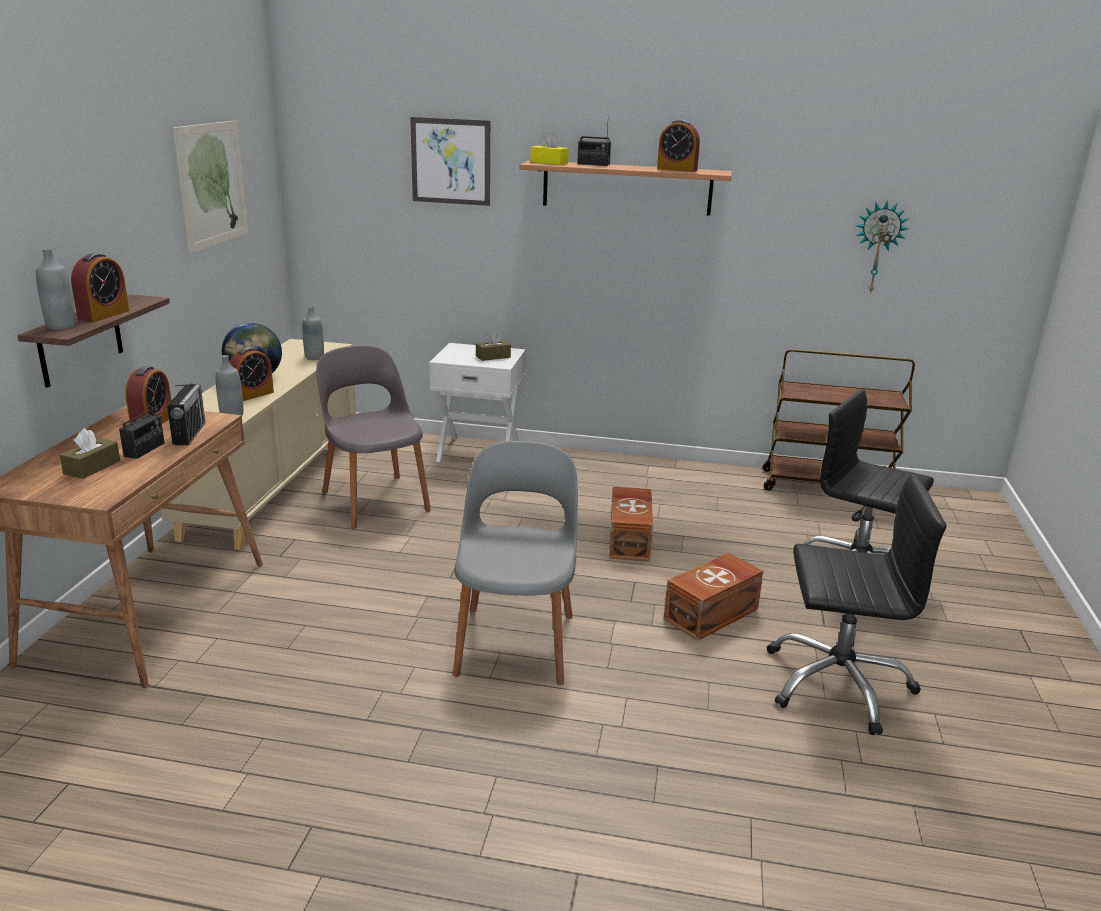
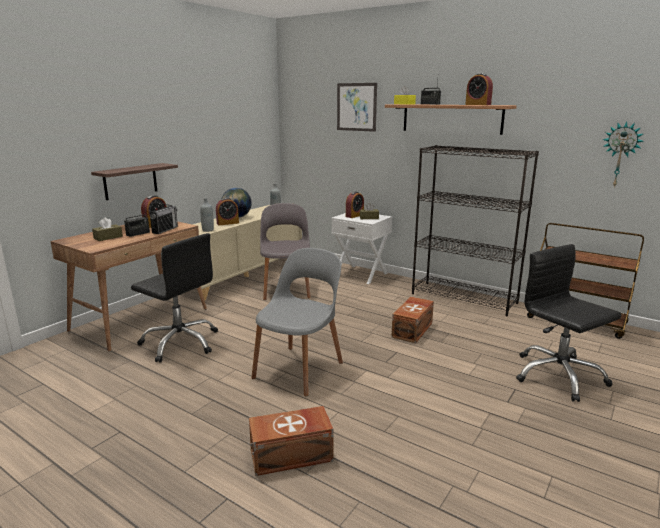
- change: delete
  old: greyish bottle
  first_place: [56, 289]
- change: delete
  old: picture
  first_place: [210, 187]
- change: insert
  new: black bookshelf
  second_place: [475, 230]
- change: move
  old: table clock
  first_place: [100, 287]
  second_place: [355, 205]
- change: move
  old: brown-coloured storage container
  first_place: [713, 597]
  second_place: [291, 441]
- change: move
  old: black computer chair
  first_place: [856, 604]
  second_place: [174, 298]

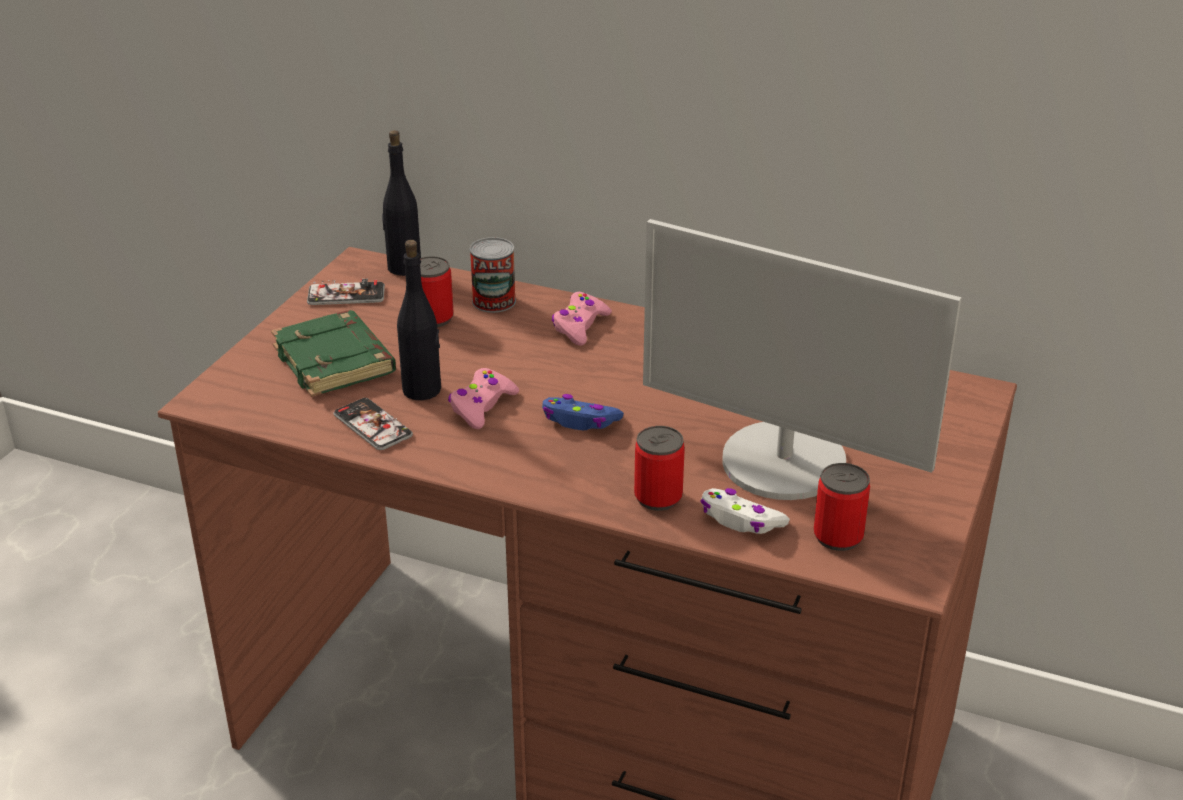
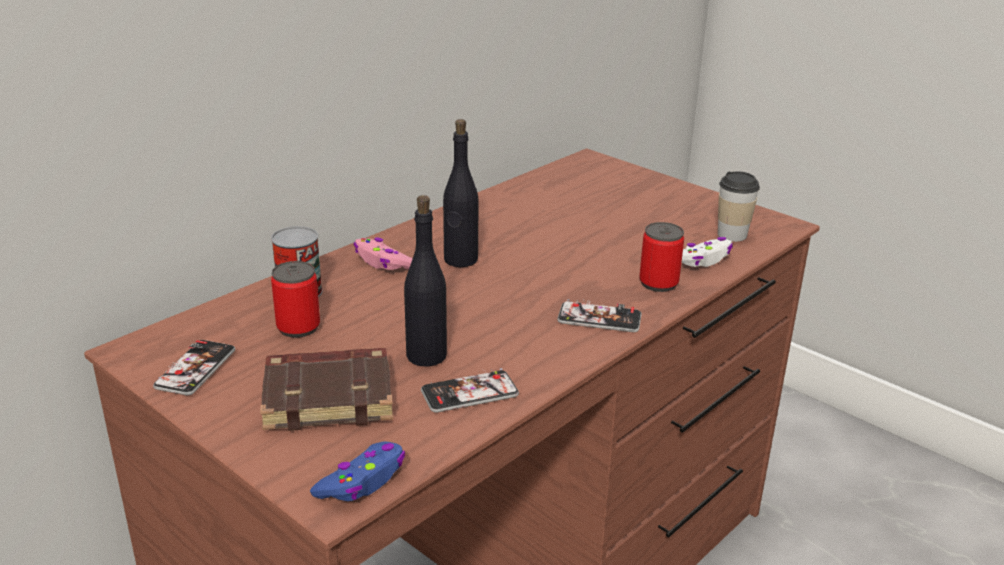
- change: delete
  old: pink-coloured gamepad
  first_place: [483, 398]
- change: delete
  old: computer display
  first_place: [802, 359]
- change: insert
  new: phone
  second_place: [599, 315]
- change: move
  old: black bottle
  first_place: [401, 203]
  second_place: [461, 193]
- change: move
  old: blue gamepad
  first_place: [583, 412]
  second_place: [357, 471]
- change: replace
  old: can
  new: small cup
  first_place: [842, 507]
  second_place: [739, 206]
- change: recolor
  old: green book
  new: brown-coloured book
  first_place: [333, 353]
  second_place: [326, 389]

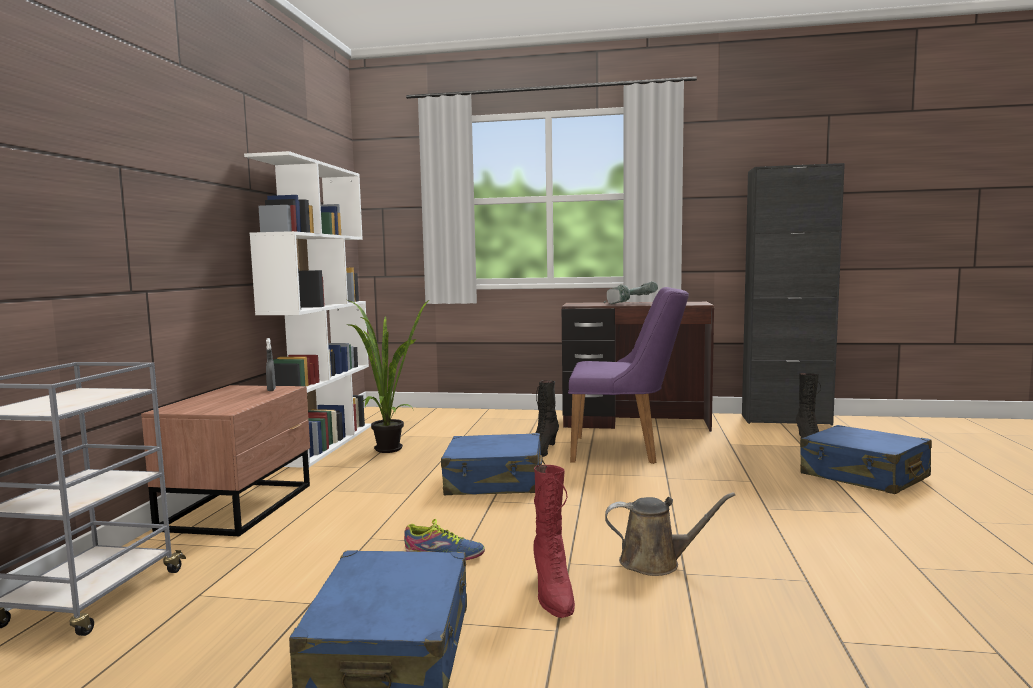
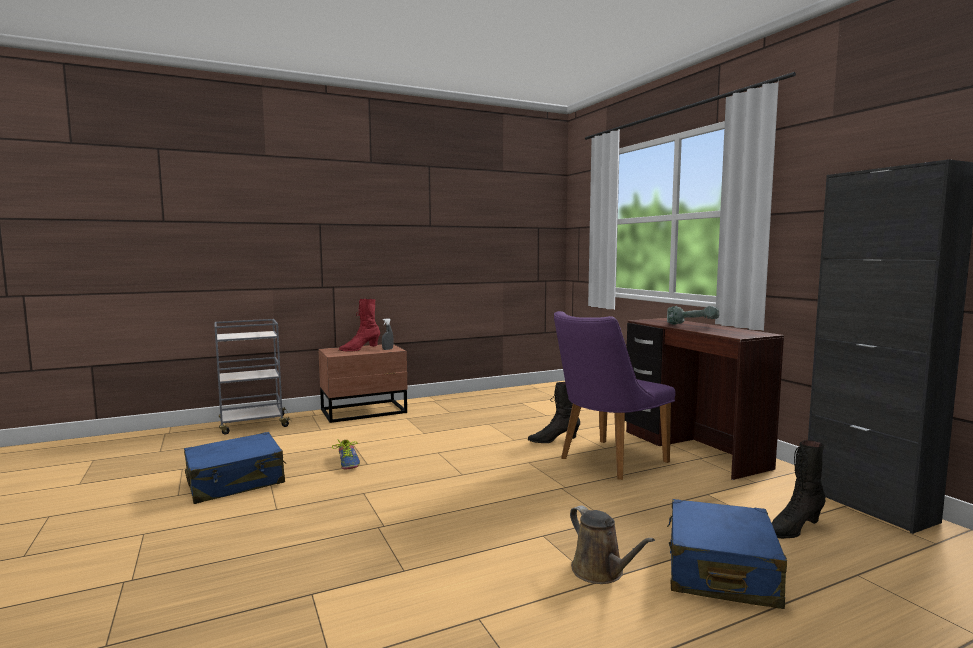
- change: delete
  old: white bookshelf
  first_place: [307, 309]
- change: delete
  old: houseplant
  first_place: [388, 376]
- change: delete
  old: blue travel case
  first_place: [493, 464]
- change: move
  old: red boot
  first_place: [554, 541]
  second_place: [359, 325]
- change: move
  old: brown-coloured sprinkling can
  first_place: [670, 534]
  second_place: [612, 544]
- change: rotate
  old: purple-coloured upright chair
  first_place: [628, 375]
  second_place: [615, 395]
  degrees: 75

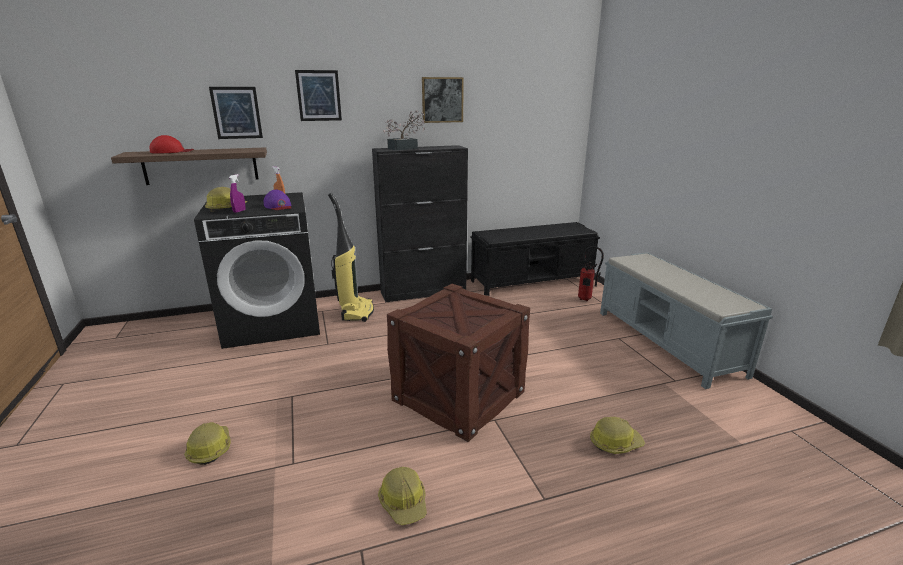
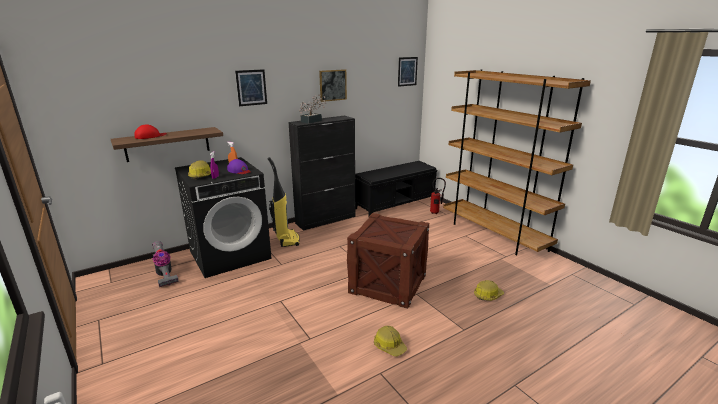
- change: delete
  old: work helmet
  first_place: [207, 443]
- change: insert
  new: vacuum cleaner
  second_place: [165, 264]
- change: move
  old: picture
  first_place: [236, 113]
  second_place: [408, 72]
- change: replace
  old: greyish long seat
  new: brown-coloured bookshelf
  first_place: [686, 320]
  second_place: [517, 162]

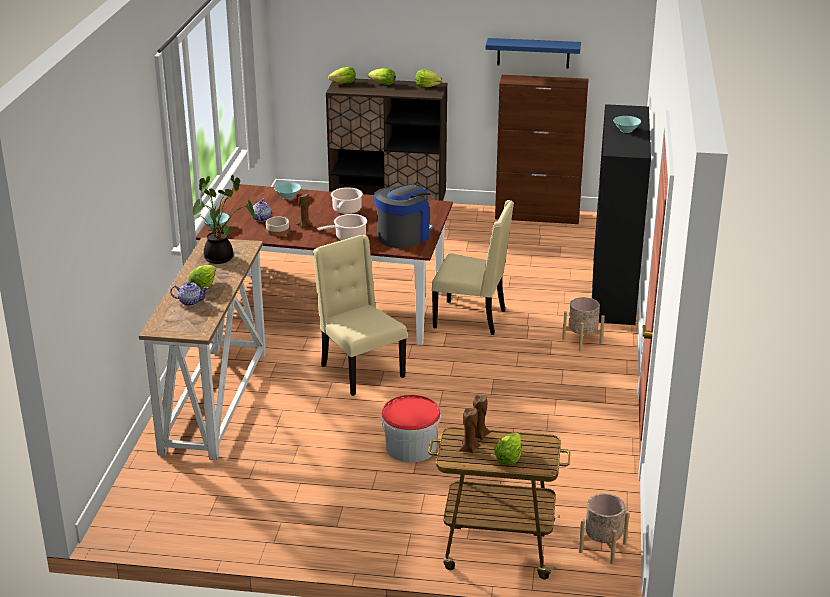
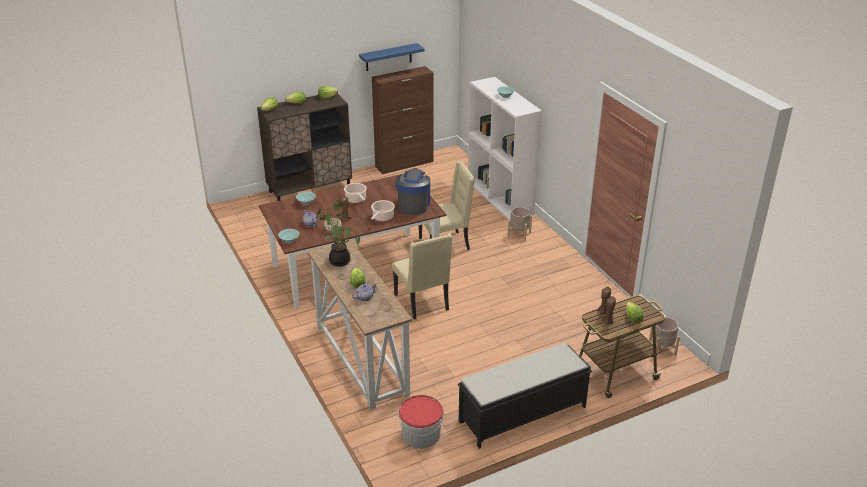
- change: insert
  new: black long seat
  second_place: [525, 396]
- change: move
  old: bucket
  first_place: [411, 429]
  second_place: [421, 421]
- change: recolor
  old: black bookshelf
  new: white bookshelf
  first_place: [621, 214]
  second_place: [505, 149]
- change: rotate
  old: beige-coloured upright chair
  first_place: [360, 315]
  second_place: [422, 276]
  degrees: -135

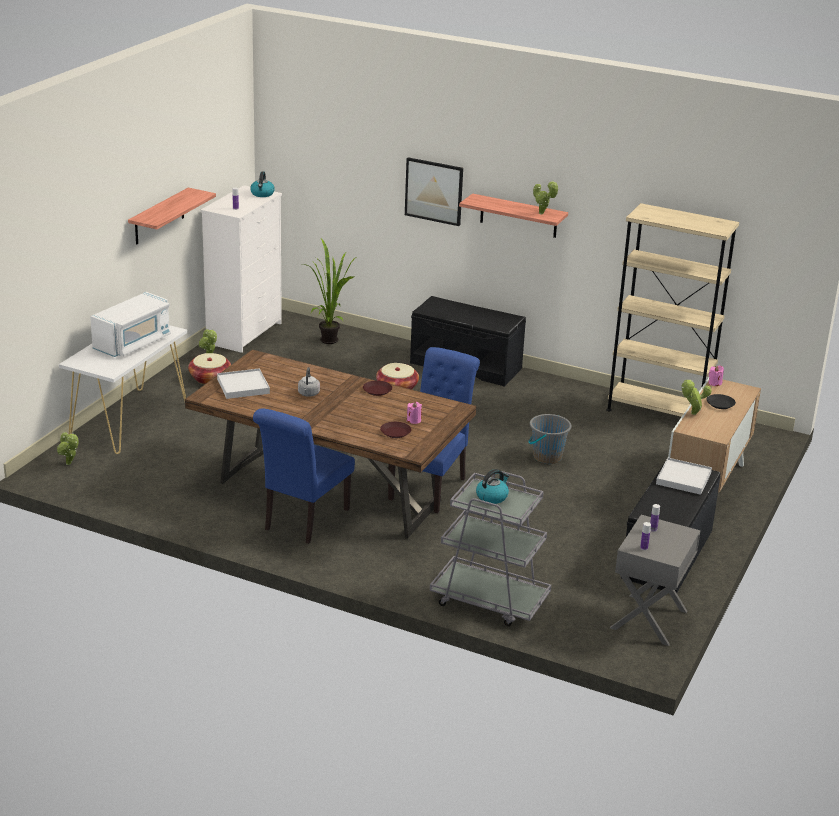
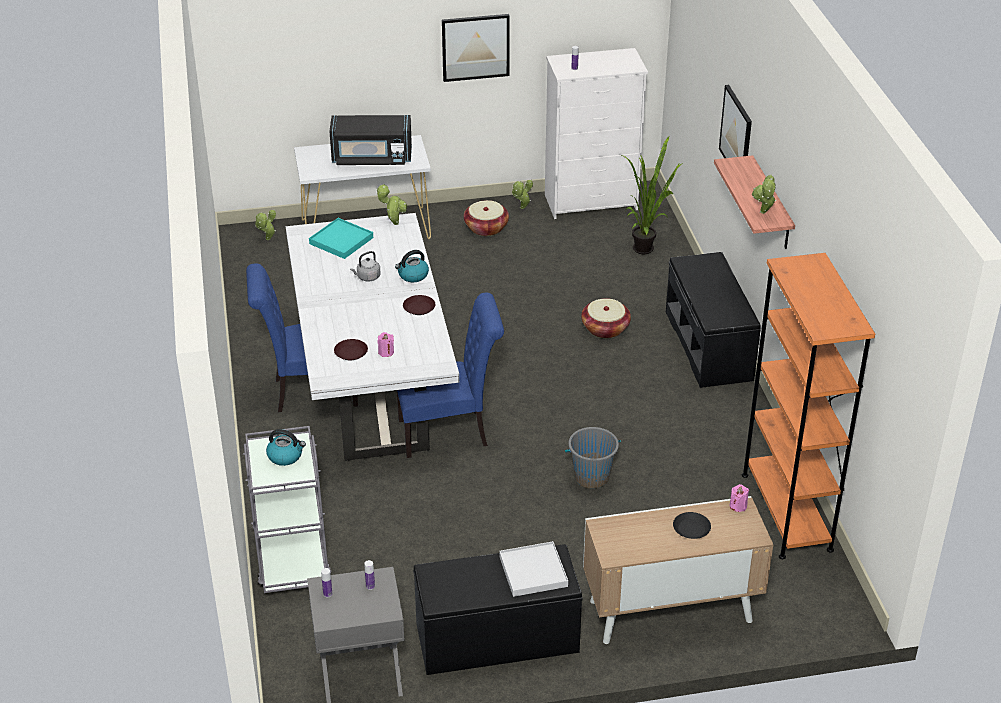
- change: move
  old: water kettle
  first_place: [262, 184]
  second_place: [412, 266]
- change: move
  old: houseplant
  first_place: [697, 397]
  second_place: [391, 204]
- change: replace
  old: wall shelf
  new: picture
  first_place: [172, 216]
  second_place: [476, 48]
- change: recolor
  old: white microwave oven
  new: black microwave oven
  first_place: [130, 324]
  second_place: [370, 140]
- change: recolor
  old: brown-coloured dining table
  new: white dining table
  first_place: [331, 443]
  second_place: [372, 337]
- change: recolor
  old: white serving tray
  new: turquoise serving tray
  first_place: [243, 383]
  second_place: [341, 238]
- change: recolor
  old: beige-coloured bookshelf
  new: orange bookshelf
  first_place: [672, 310]
  second_place: [808, 406]

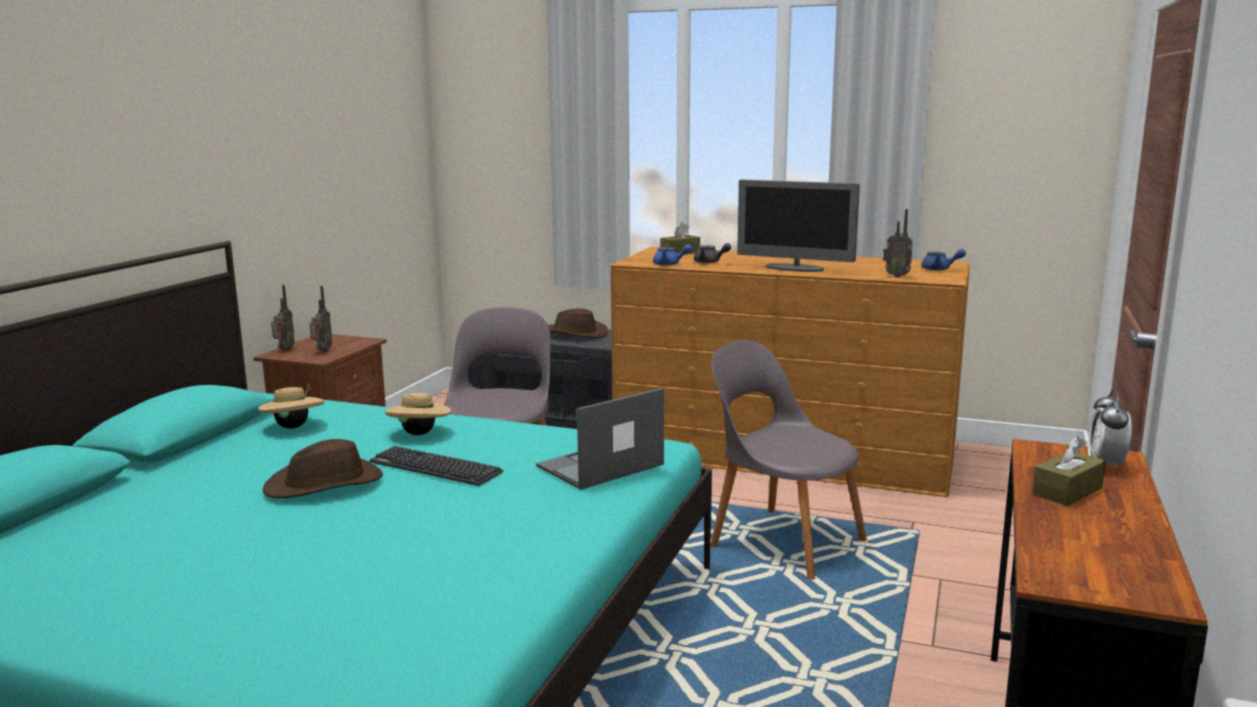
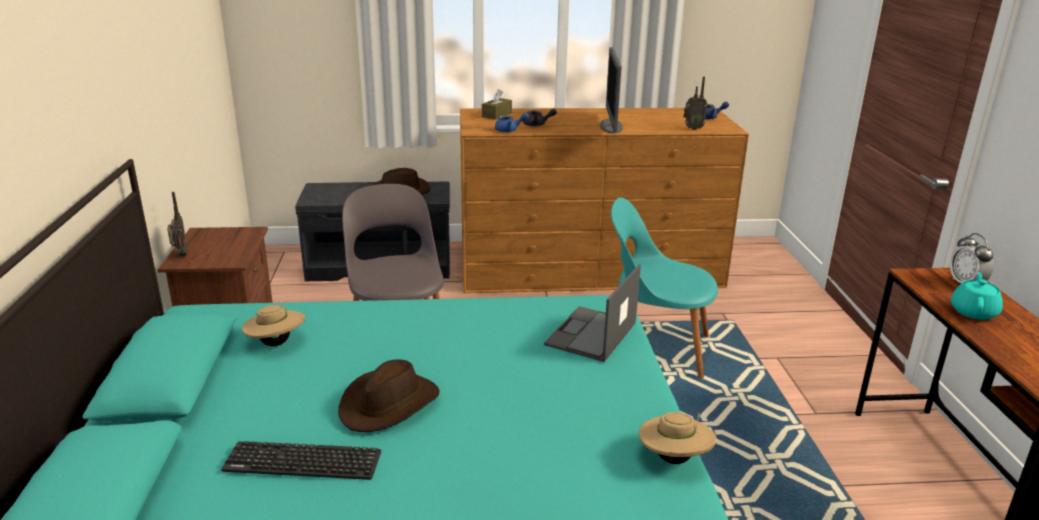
- change: delete
  old: radio set
  first_place: [320, 319]
- change: move
  old: computer keyboard
  first_place: [436, 466]
  second_place: [301, 460]
- change: move
  old: beige-coloured hat
  first_place: [418, 414]
  second_place: [678, 438]
- change: replace
  old: brown-coloured tissue holder
  new: turquoise pot for tea
  first_place: [1069, 471]
  second_place: [977, 296]
- change: recolor
  old: greyish upright chair
  new: turquoise upright chair
  first_place: [788, 460]
  second_place: [664, 287]
- change: rotate
  old: computer display
  first_place: [798, 225]
  second_place: [611, 90]
  degrees: 90

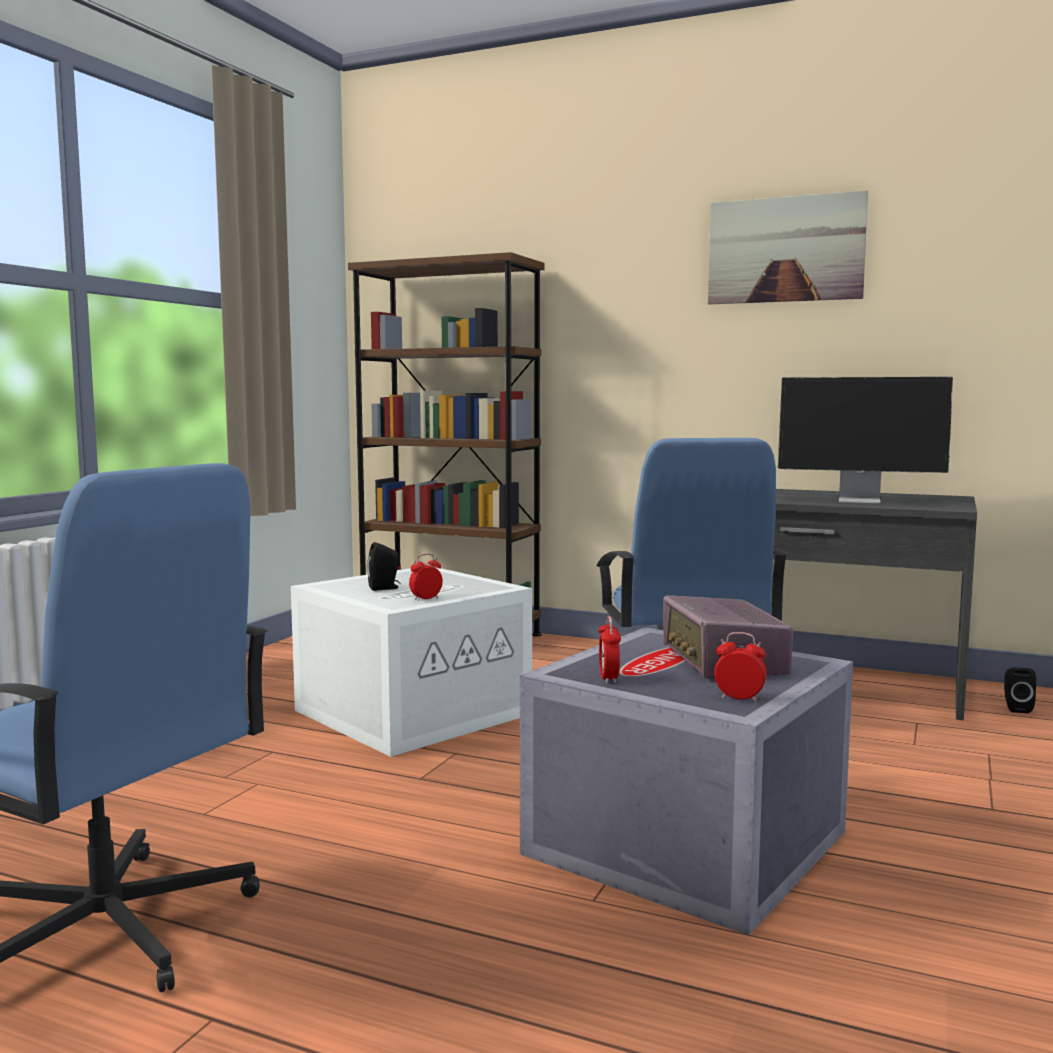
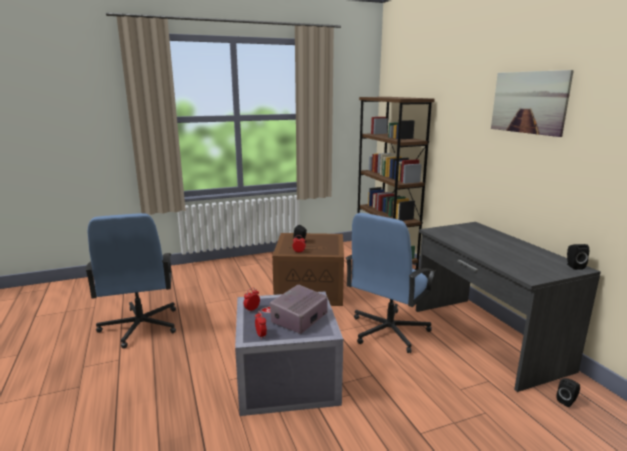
- change: delete
  old: computer display
  first_place: [865, 440]
- change: insert
  new: black loudspeaker
  second_place: [578, 257]
- change: recolor
  old: white storage container
  new: brown-coloured storage container
  first_place: [411, 662]
  second_place: [308, 269]

